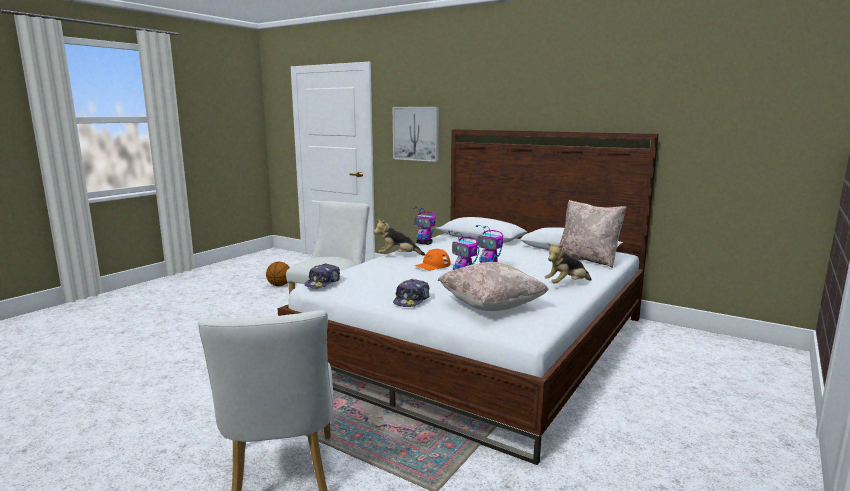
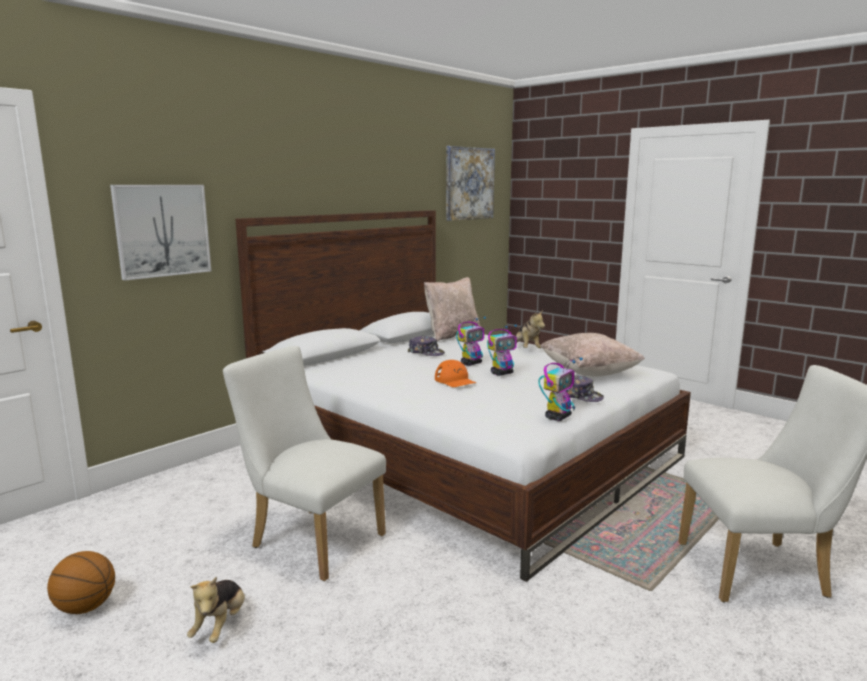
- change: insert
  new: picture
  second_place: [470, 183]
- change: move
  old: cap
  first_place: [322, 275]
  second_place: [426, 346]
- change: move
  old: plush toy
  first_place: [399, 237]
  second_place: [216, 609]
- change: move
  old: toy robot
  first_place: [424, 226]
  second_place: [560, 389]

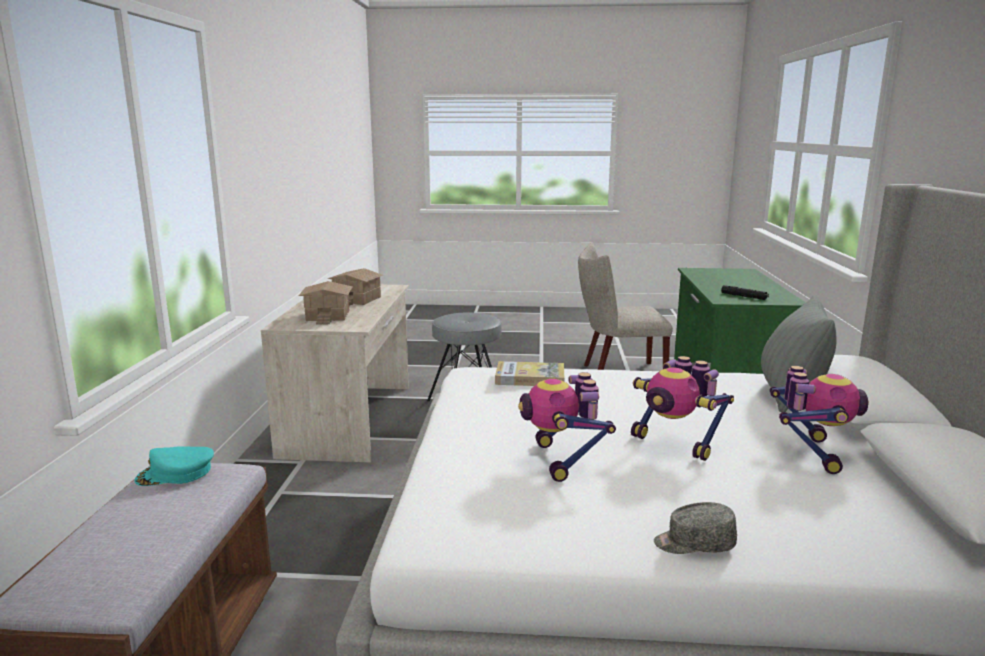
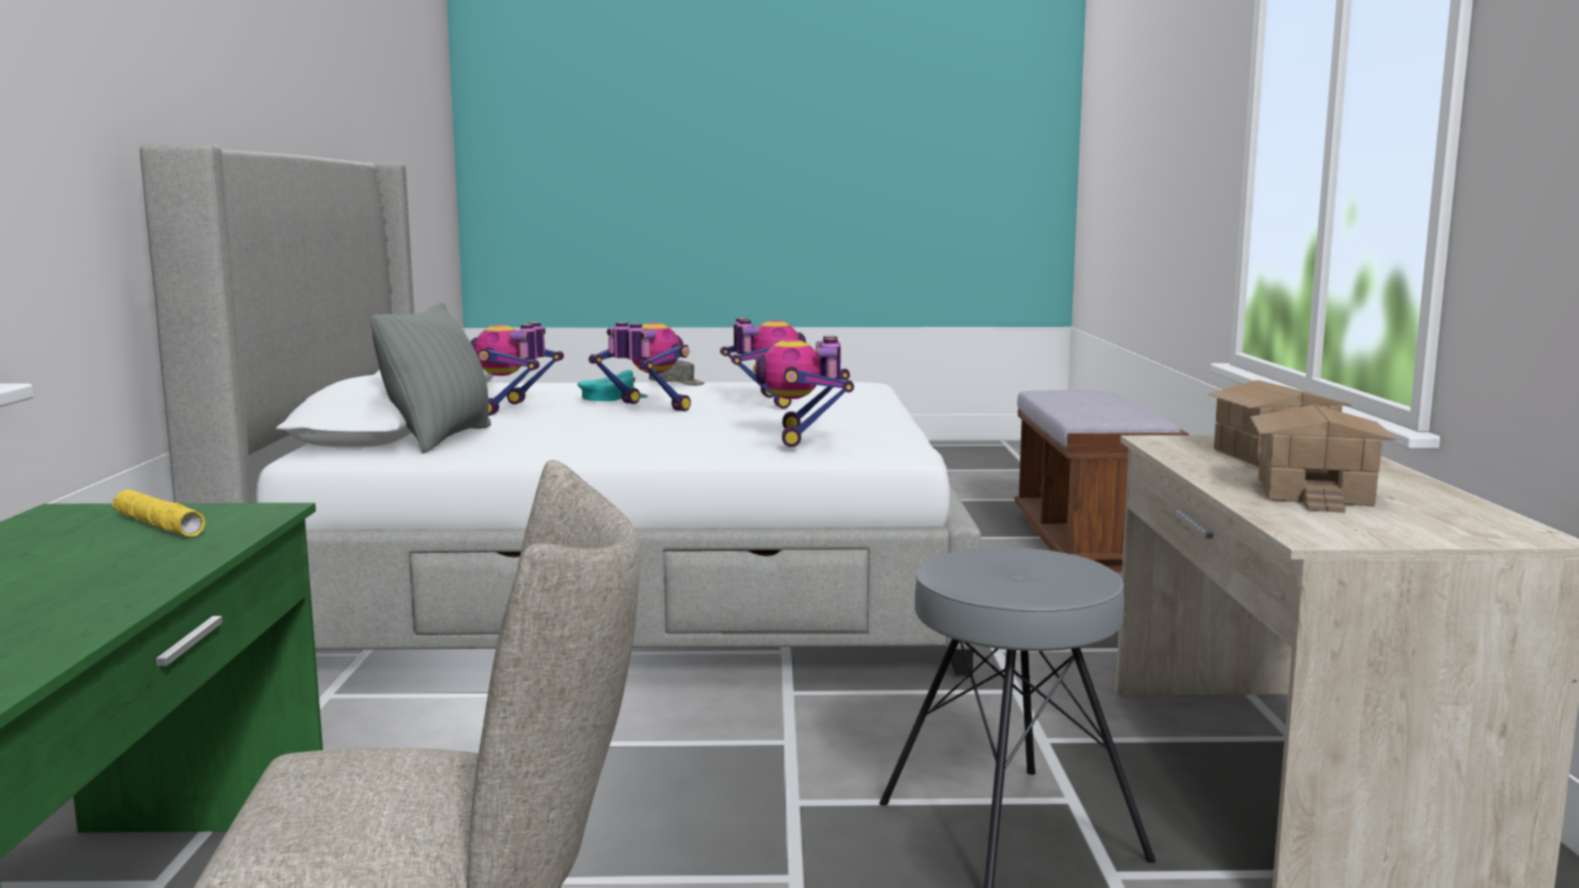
- change: move
  old: turquoise cap
  first_place: [174, 466]
  second_place: [613, 385]
- change: replace
  old: book
  new: toy robot
  first_place: [529, 373]
  second_place: [803, 391]
- change: recolor
  old: black flashlight
  new: yellow flashlight
  first_place: [745, 292]
  second_place: [158, 513]

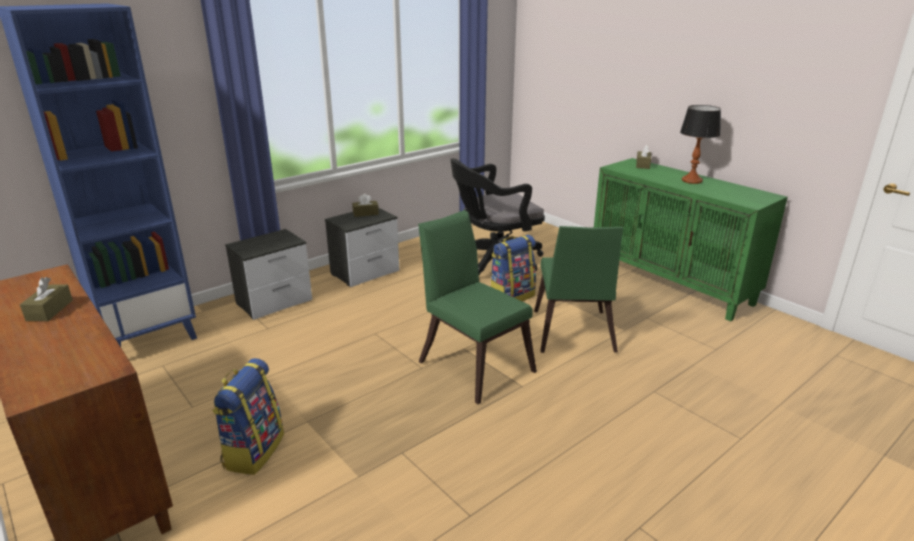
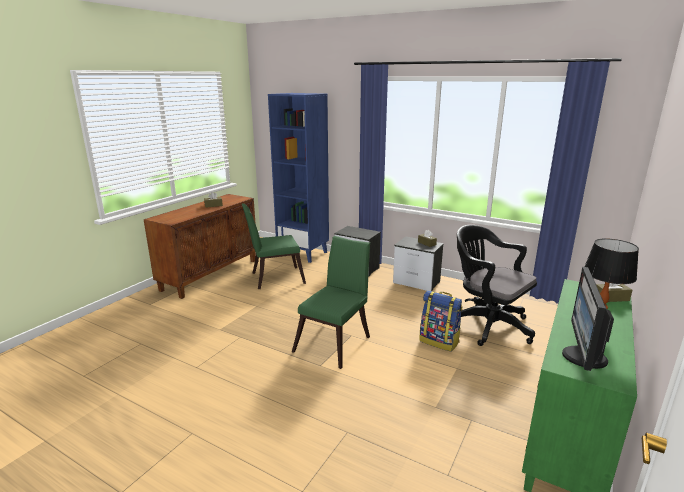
- change: delete
  old: rucksack
  first_place: [248, 416]
- change: insert
  new: computer display
  second_place: [588, 319]
- change: move
  old: green upright chair
  first_place: [578, 289]
  second_place: [274, 246]

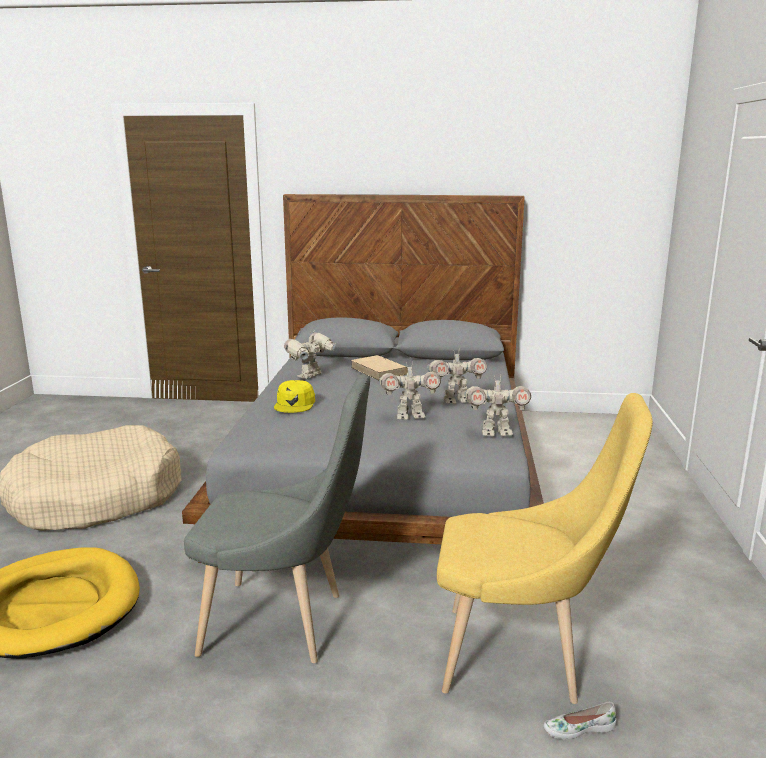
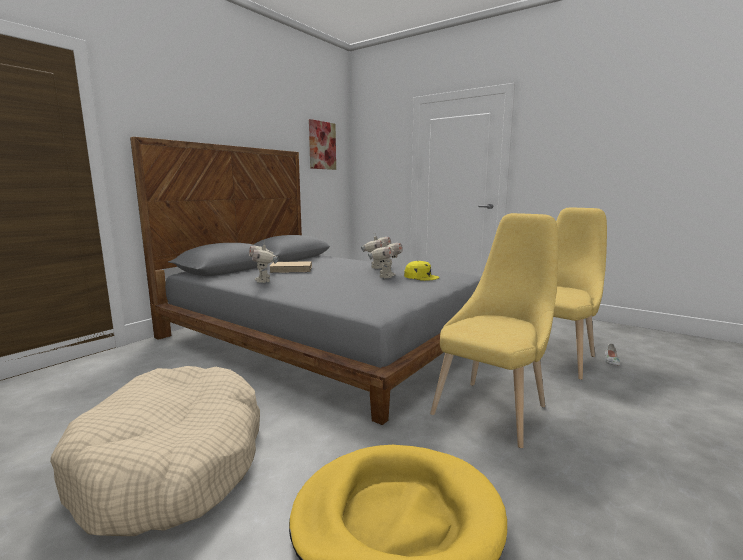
- change: delete
  old: toy robot
  first_place: [497, 405]
- change: insert
  new: picture
  second_place: [322, 144]
- change: move
  old: yellow cap
  first_place: [294, 396]
  second_place: [422, 271]
- change: recolor
  old: greyish upright chair
  new: yellow upright chair
  first_place: [277, 518]
  second_place: [494, 330]

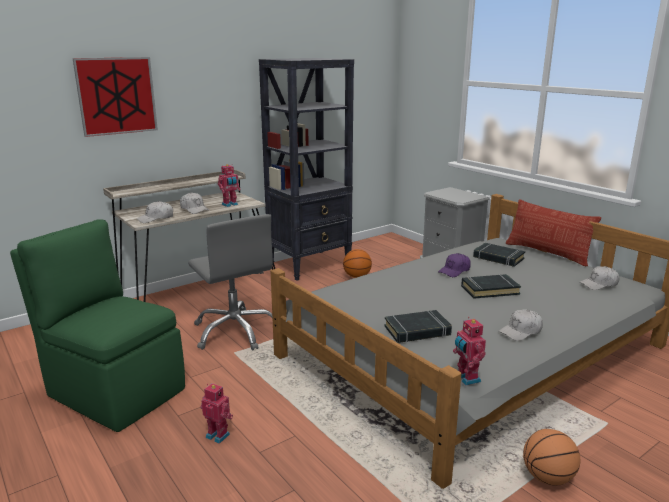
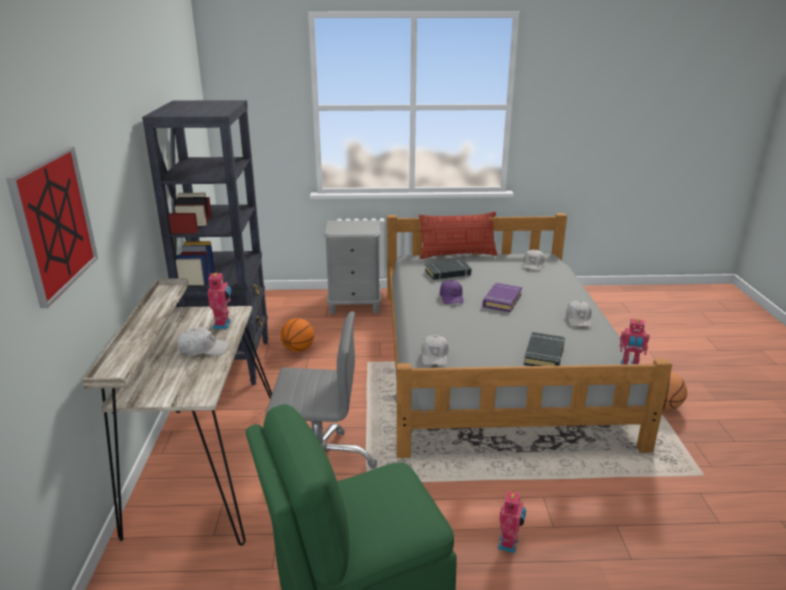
- change: move
  old: white cap
  first_place: [154, 212]
  second_place: [435, 350]
- change: recolor
  old: black book
  new: purple-coloured book
  first_place: [491, 286]
  second_place: [502, 297]
- change: rotate
  old: toy robot
  first_place: [216, 413]
  second_place: [511, 521]
  degrees: 135

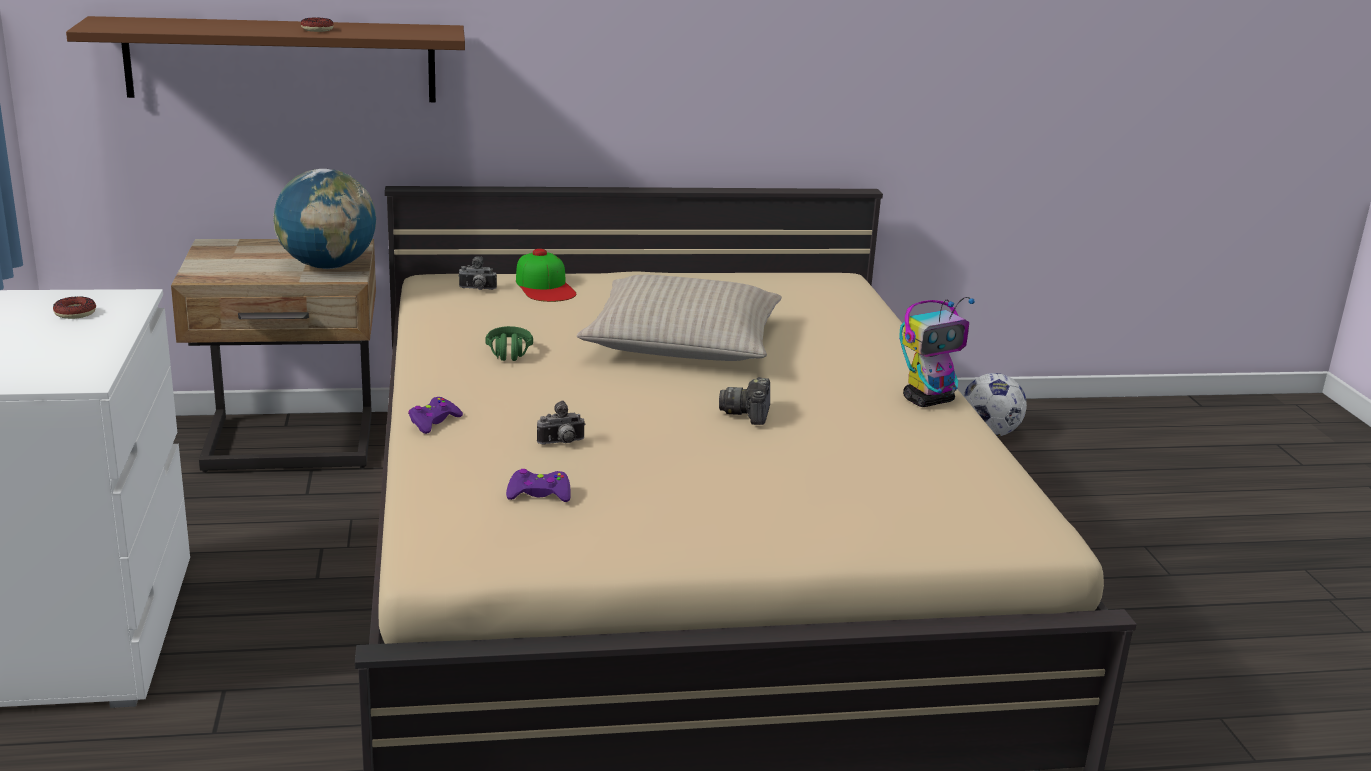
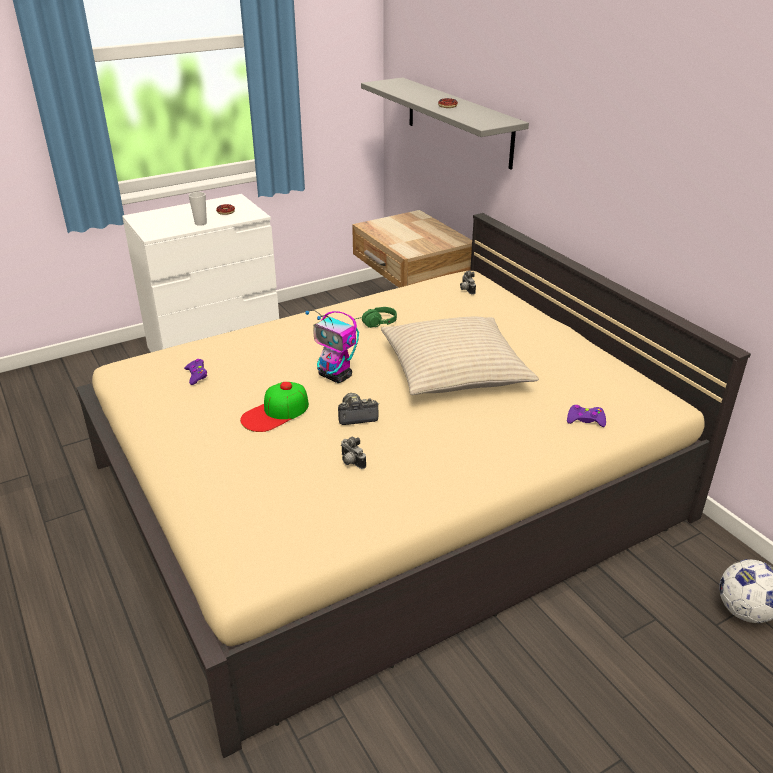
- change: delete
  old: globe
  first_place: [324, 219]
- change: insert
  new: small cup
  second_place: [197, 209]
- change: move
  old: purple-coloured gamepad
  first_place: [435, 415]
  second_place: [586, 416]
- change: move
  old: cap
  first_place: [546, 275]
  second_place: [274, 407]
- change: move
  old: still camera
  first_place: [561, 422]
  second_place: [353, 452]
- change: move
  old: toy robot
  first_place: [937, 352]
  second_place: [332, 346]
- change: recolor
  old: brown-coloured wall shelf
  new: greyish wall shelf
  first_place: [265, 59]
  second_place: [445, 124]

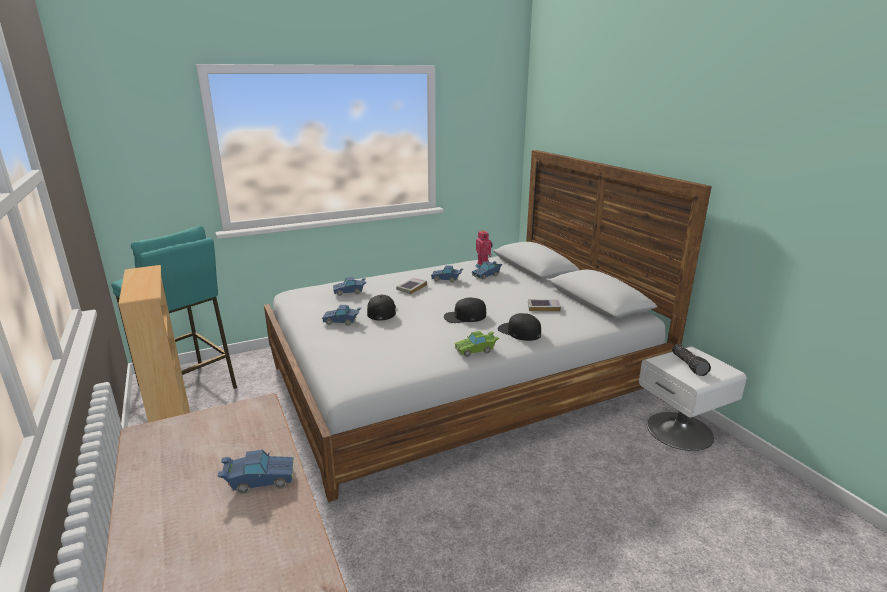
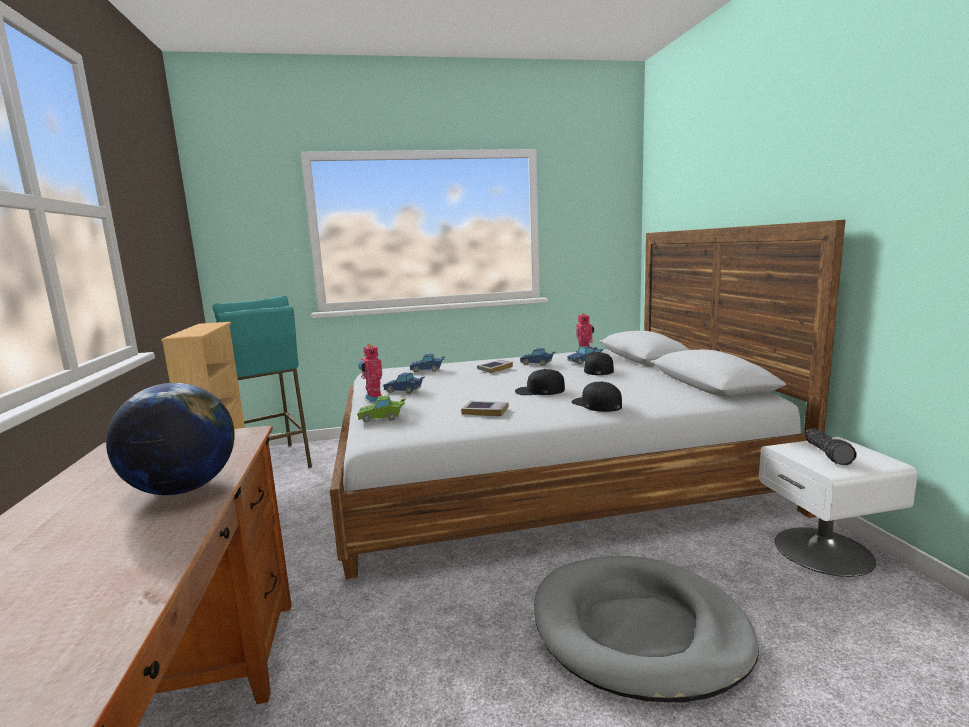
- change: insert
  new: toy robot
  second_place: [370, 373]
- change: insert
  new: greyish pet bed
  second_place: [646, 629]
- change: move
  old: black cap
  first_place: [381, 308]
  second_place: [599, 363]
- change: move
  old: green miniature car
  first_place: [477, 344]
  second_place: [381, 409]
- change: move
  old: book
  first_place: [544, 305]
  second_place: [485, 408]
- change: replace
  old: blue miniature car
  new: globe
  first_place: [255, 472]
  second_place: [170, 439]

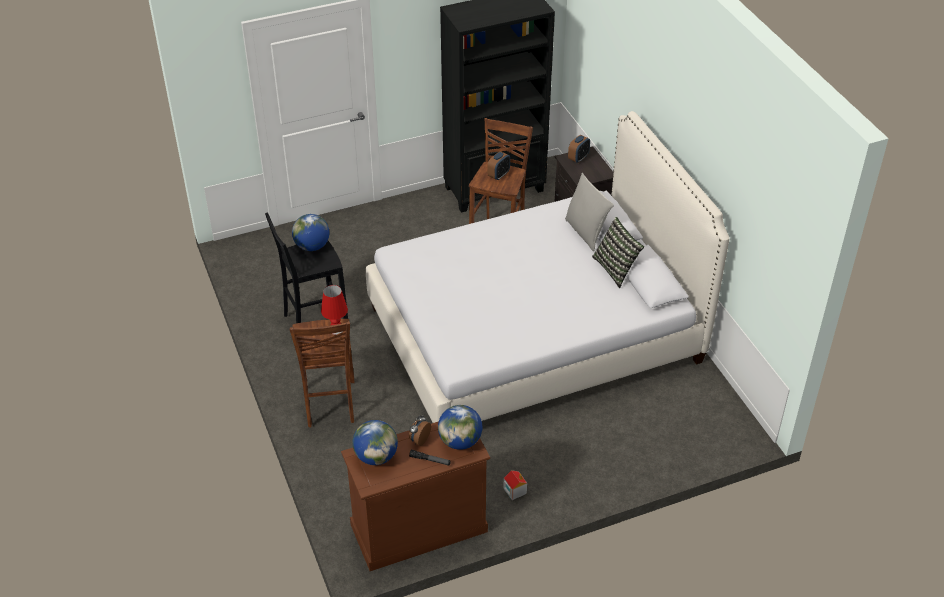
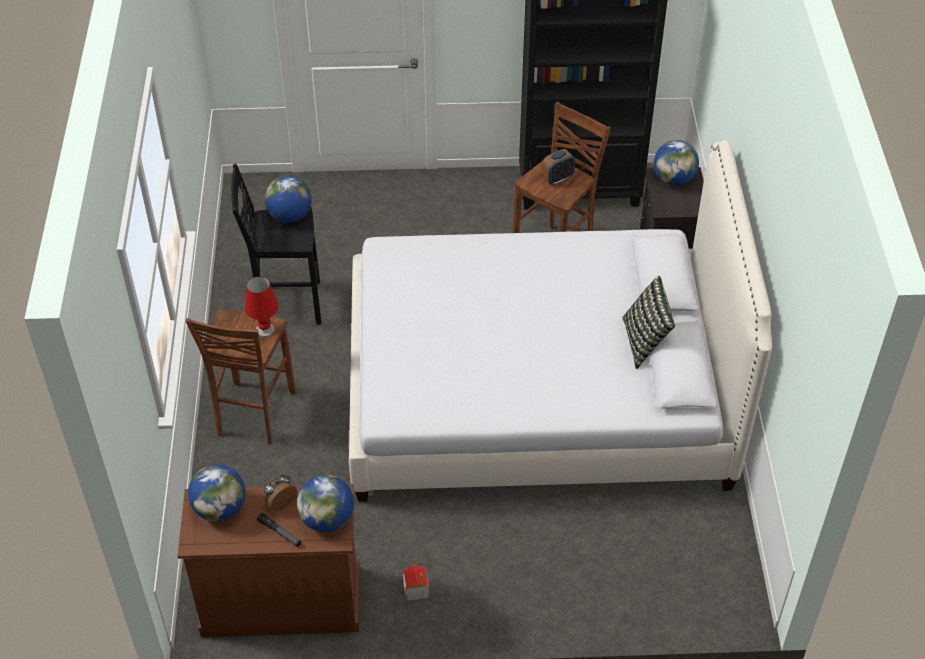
- change: delete
  old: greyish throw pillow
  first_place: [589, 212]
- change: replace
  old: table clock
  new: globe
  first_place: [579, 149]
  second_place: [676, 162]

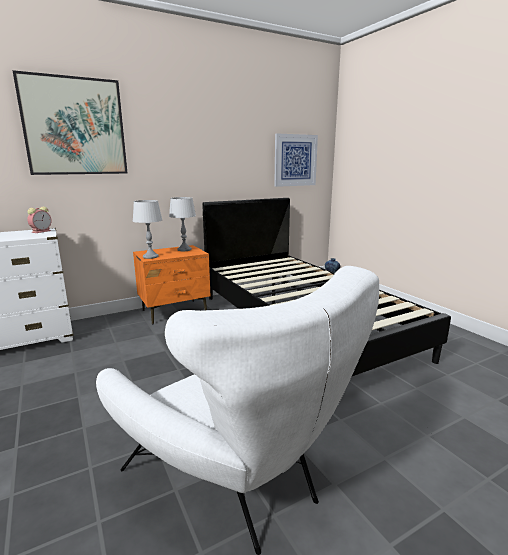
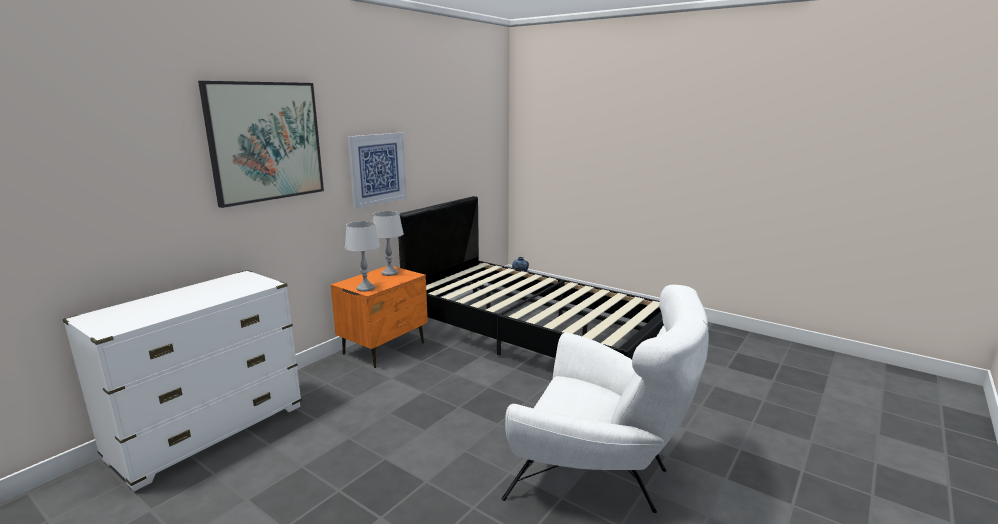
- change: delete
  old: table clock
  first_place: [39, 220]
- change: move
  old: picture
  first_place: [296, 160]
  second_place: [377, 171]

